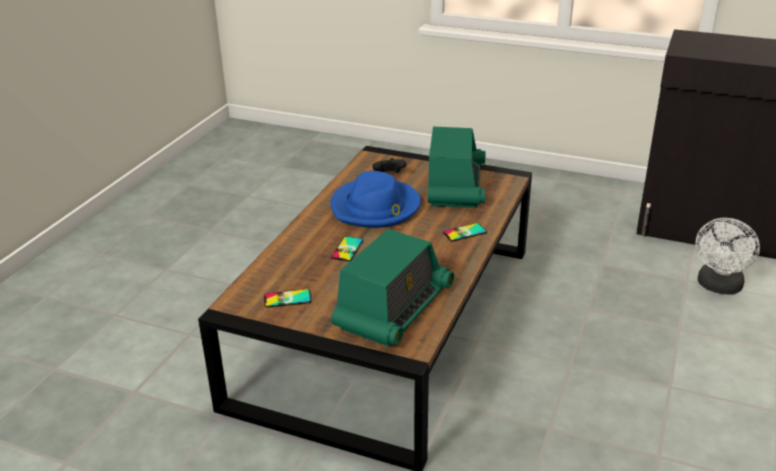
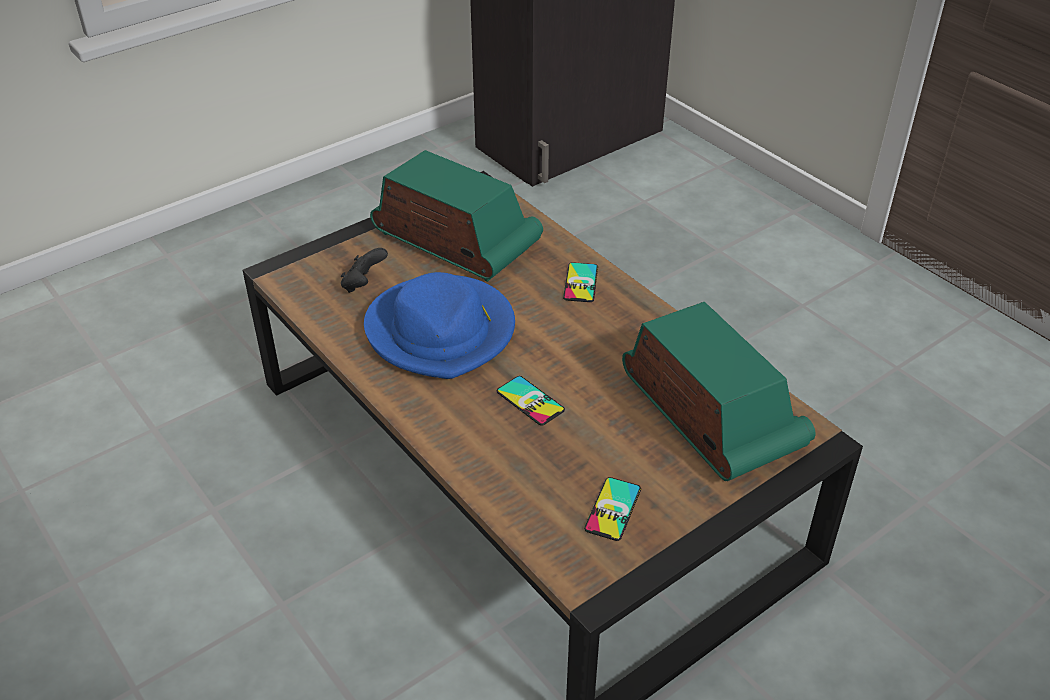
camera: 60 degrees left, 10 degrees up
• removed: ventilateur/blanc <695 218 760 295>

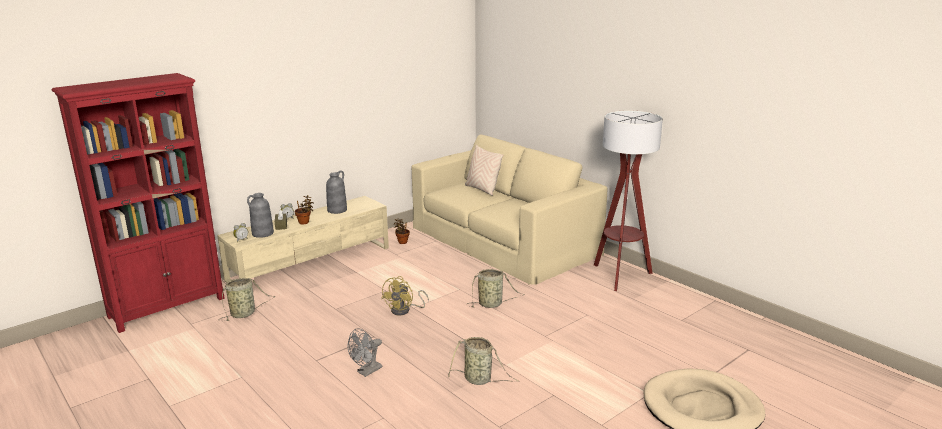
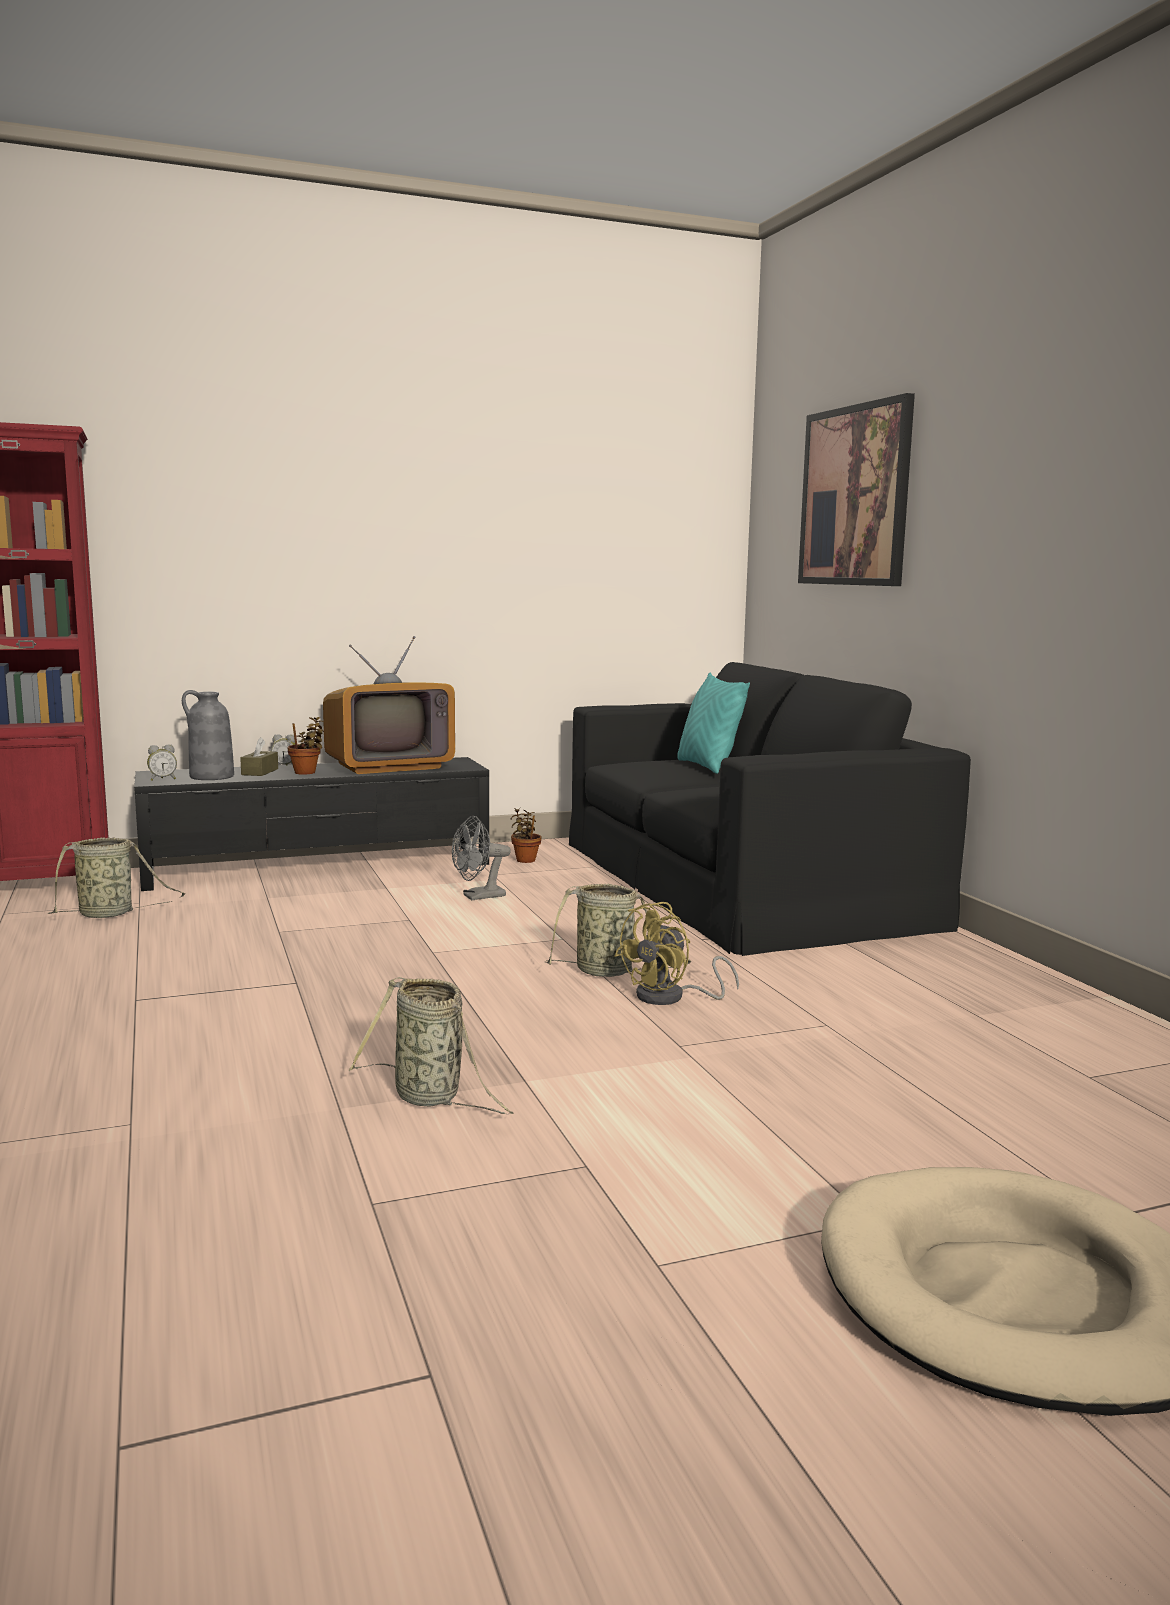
camera: 20 degrees right, 10 degrees down
• recoloured: meuble télé/beige <217 196 389 283> to meuble télé/noir <134 757 489 891>
• replaced: vase/gris <326 171 347 214> to téléviseur <323 636 455 774>
• moved: ventilateur/gris <348 328 382 377> to <452 816 511 900>
• moved: ventilateur/jaune <381 276 429 315> to <615 902 739 1005>
• recoloured: canapé/beige <412 135 607 285> to canapé/noir <569 662 971 956>
• recoloured: coussin/beige <465 145 504 196> to coussin/turquoise <677 673 750 774>
• removed: lampadaire <594 110 663 291>
• added: tableau <798 393 915 586>

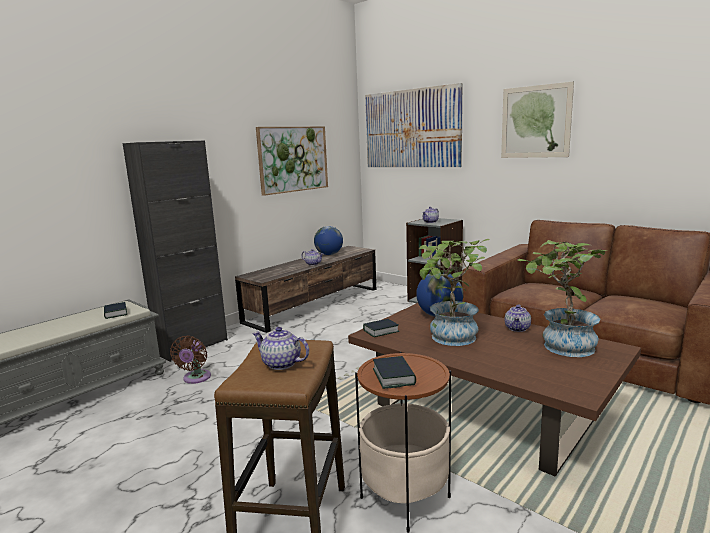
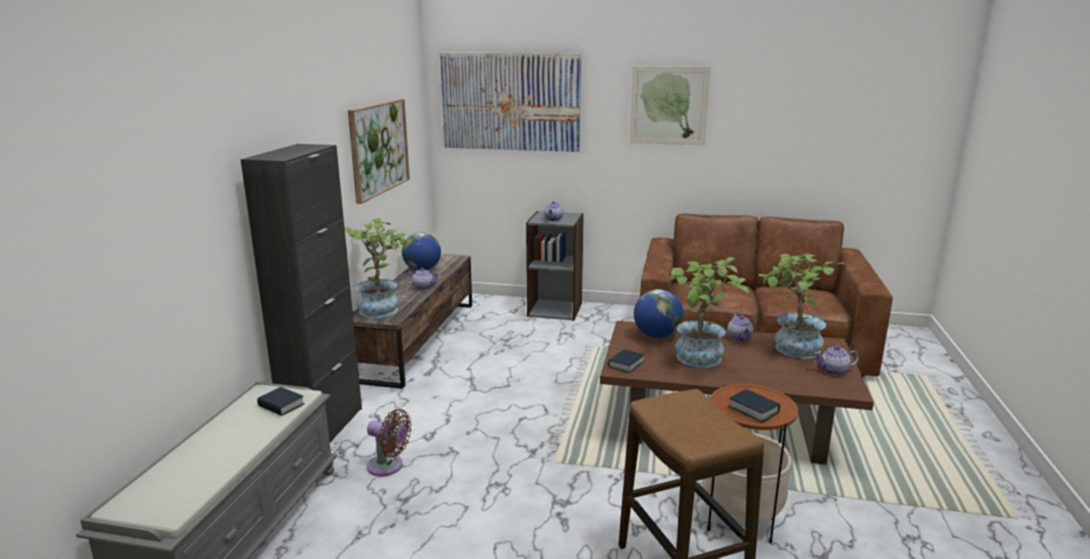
camera: 30 degrees left, 5 degrees up
• turned: ventilateur/marron <170 336 211 384> = <367 409 411 476> 45 degrees counterclockwise
• moved: théière <252 327 309 370> to <814 346 859 375>
• added: plante en pot <344 218 407 318>

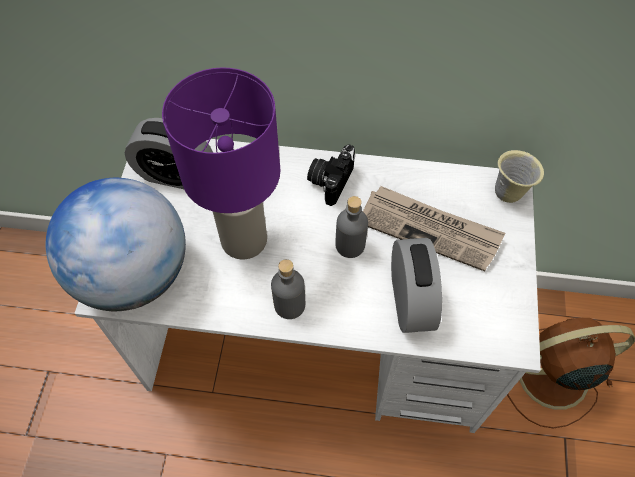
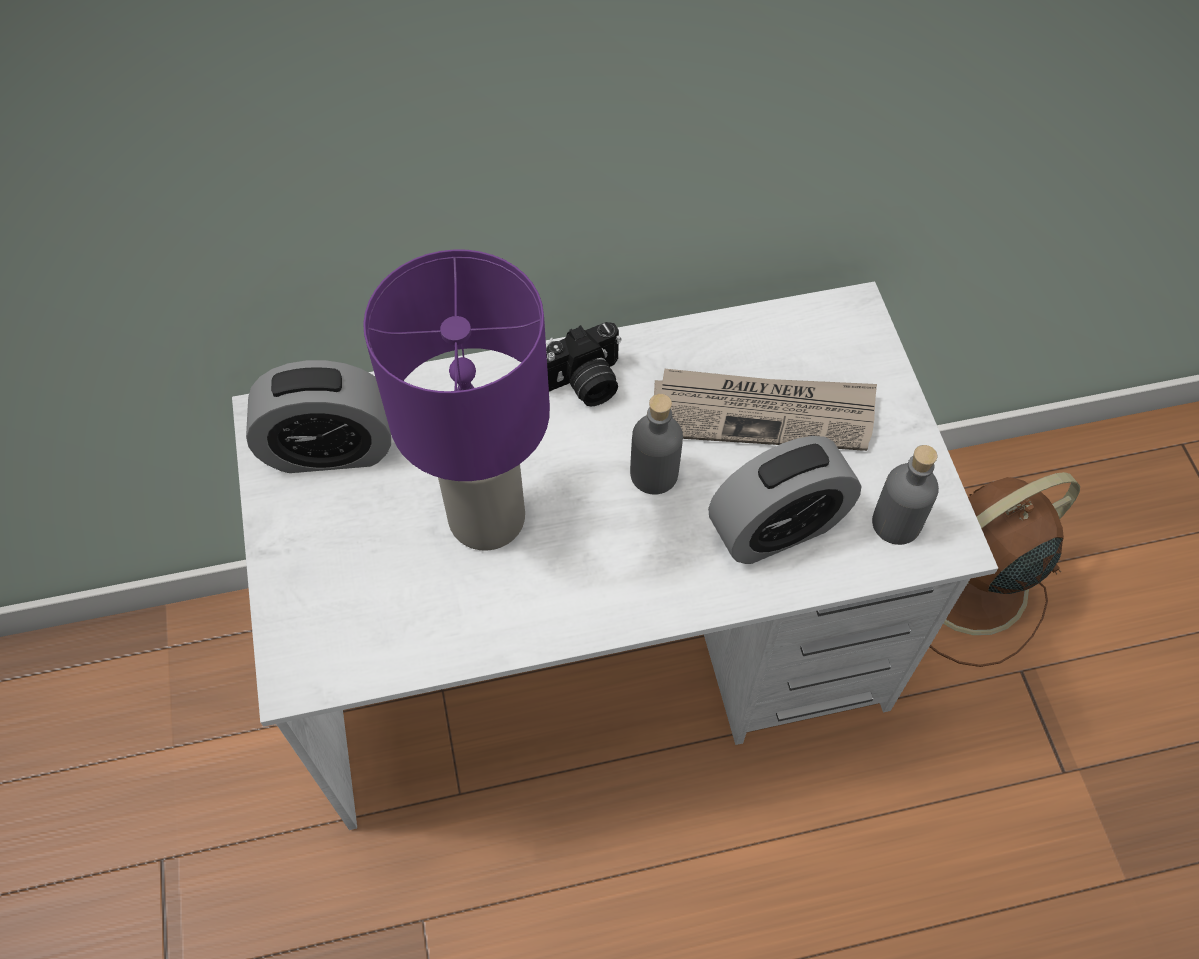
camera: 20 degrees left, 0 degrees up
• removed: globe <46 178 186 311>
• moved: bouteille/gris <271 259 305 319> to <872 445 939 545>
• turned: appareil photo <307 144 355 206> = <546 322 621 406> 120 degrees counterclockwise
• turned: réveil <391 238 442 333> = <708 436 862 564> 90 degrees clockwise
• removed: mug/beige <495 150 544 203>

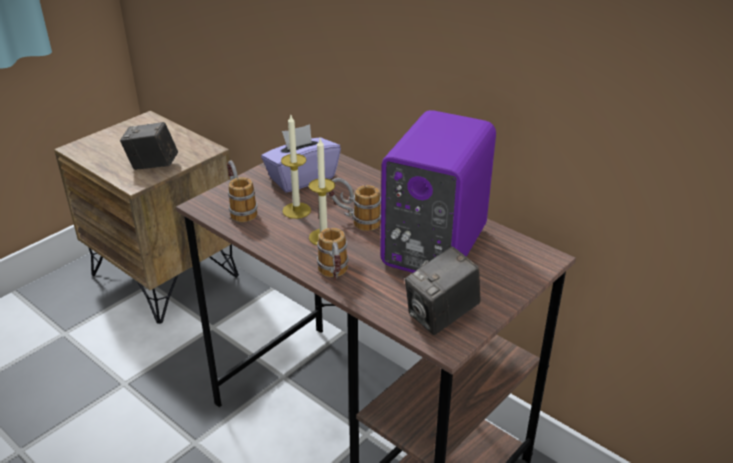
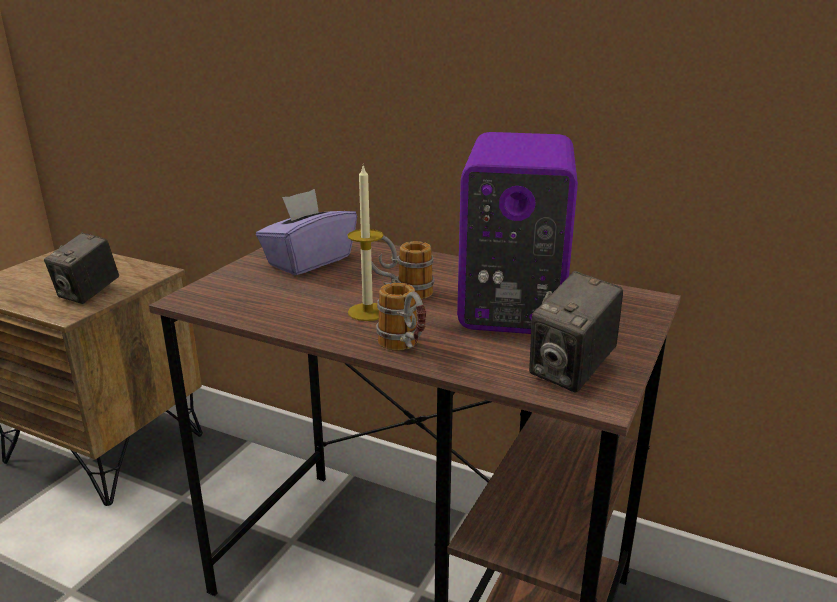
camera: 15 degrees left, 10 degrees down
• turned: appareil photo <120 122 178 170> = <44 233 119 304> 60 degrees counterclockwise
• removed: mug <227 160 257 222>
• removed: bougie <281 115 311 219>

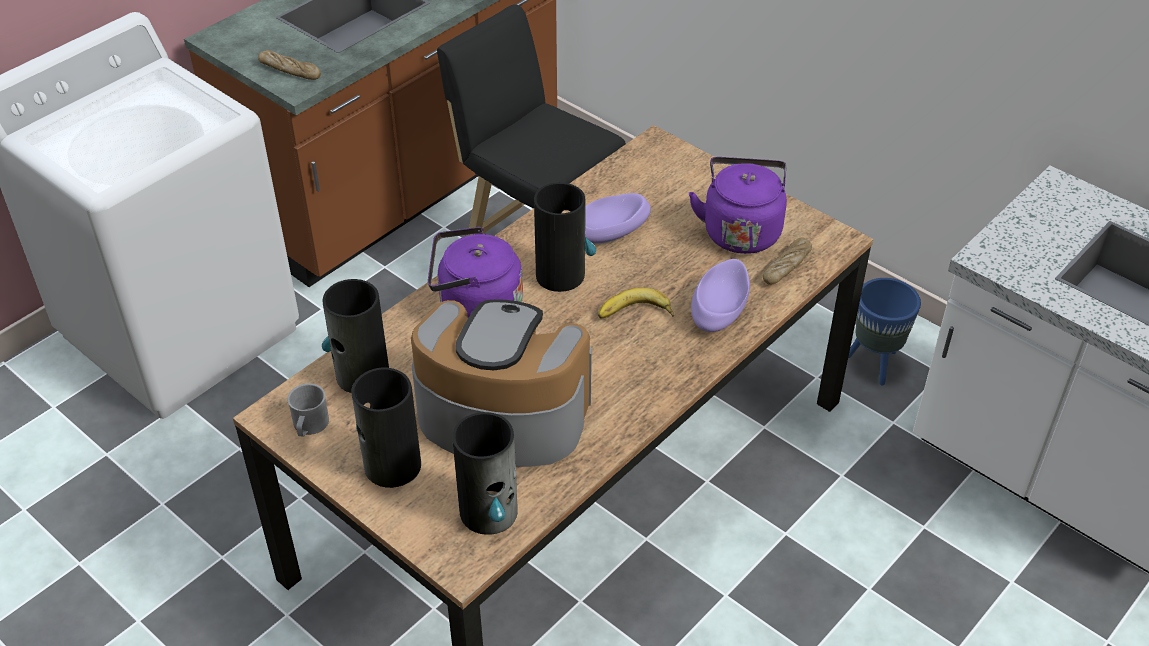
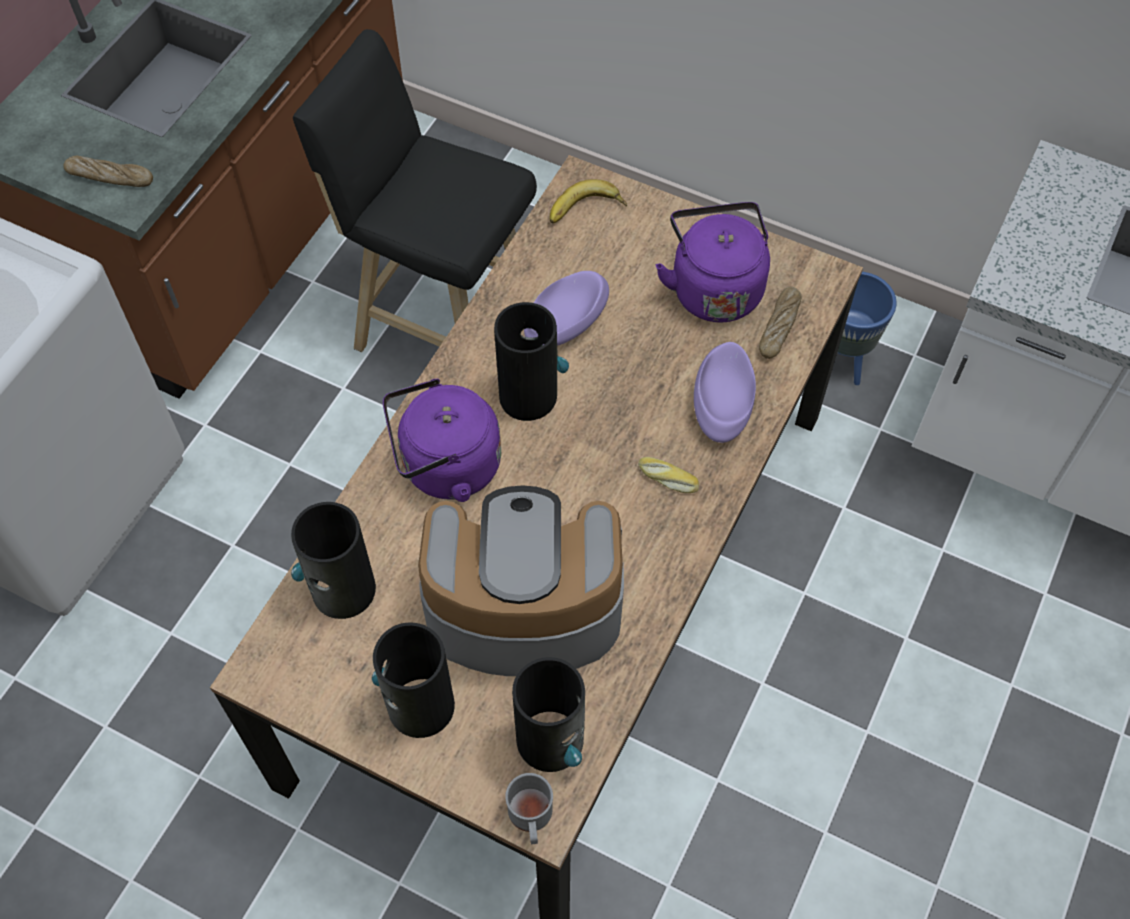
camera: 15 degrees left, 15 degrees up
• moved: mug/gris <287 383 329 437> to <505 773 553 844>
• moved: banane <598 287 674 318> to <550 179 627 224>
• added: pain <638 457 699 493>

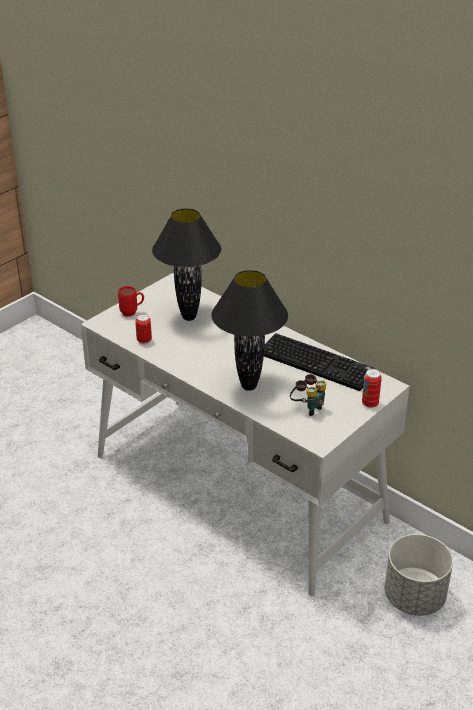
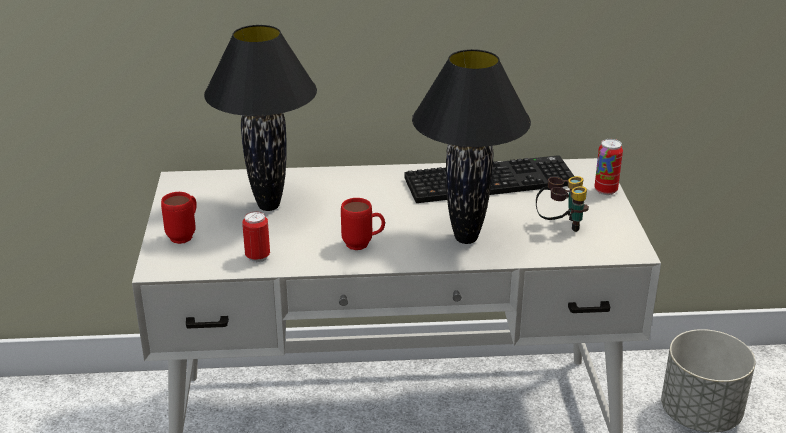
camera: 45 degrees left, 5 degrees down
• added: mug/rouge <341 198 385 250>

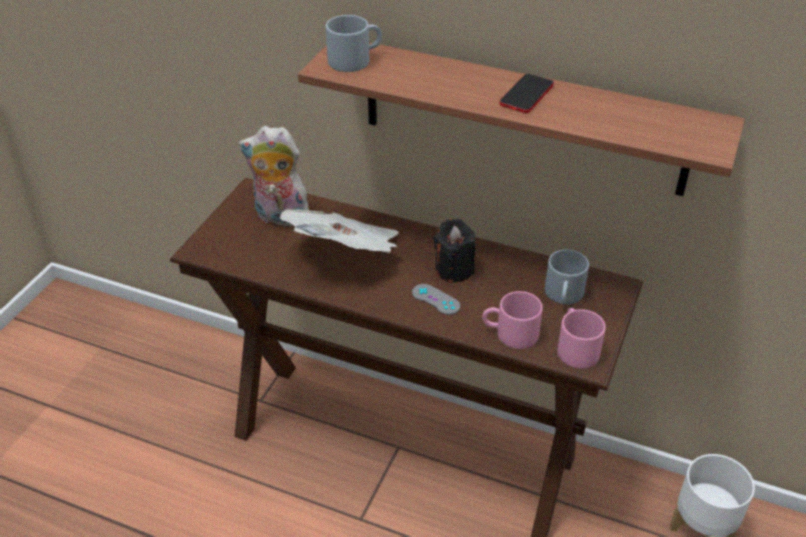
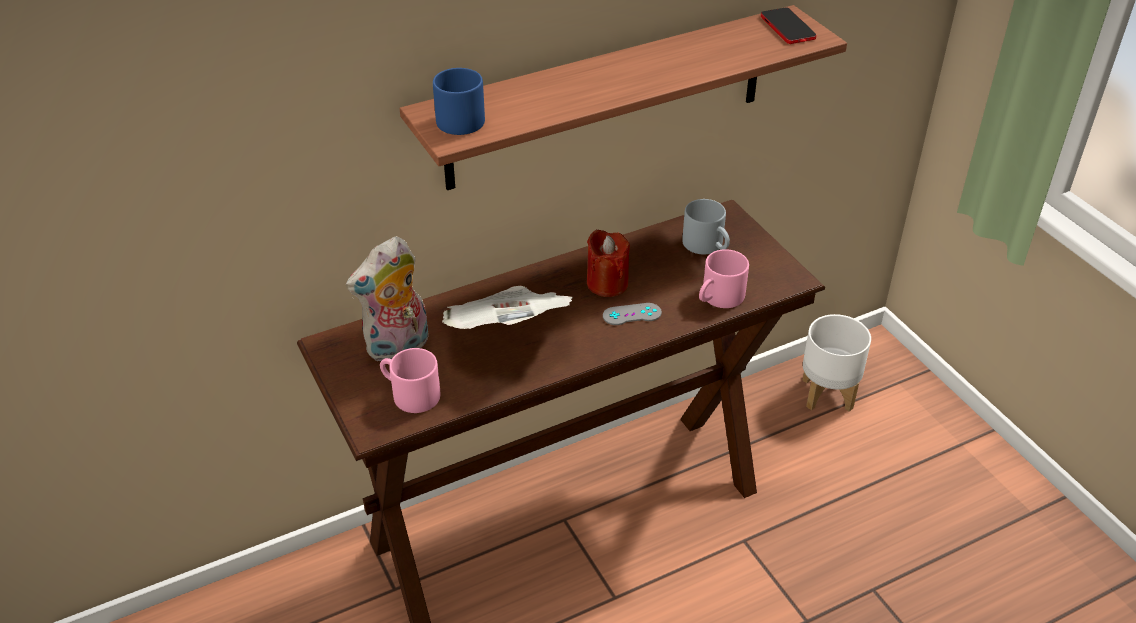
camera: 50 degrees left, 0 degrees up
• recoloured: mug/gris <326 15 382 72> to mug/bleu <433 68 485 135>
• recoloured: bougie/noir <434 219 476 283> to bougie/rouge <587 229 630 297>
• moved: téléphone <500 74 554 113> to <761 7 816 44>
• moved: mug/rose <557 308 606 369> to <380 348 441 413>

